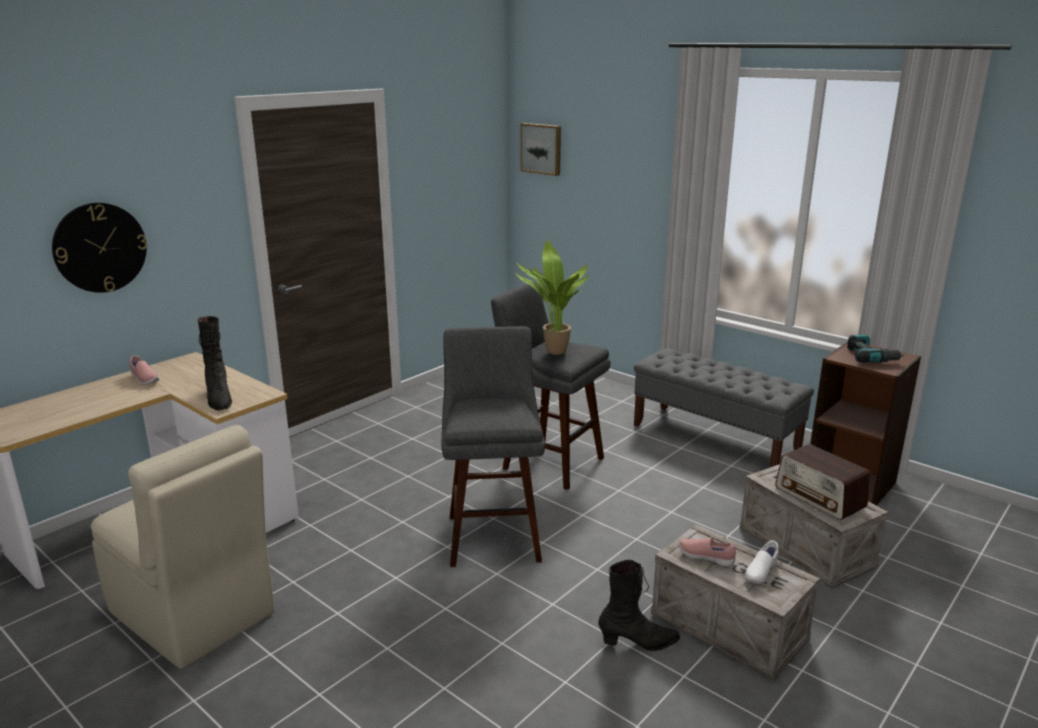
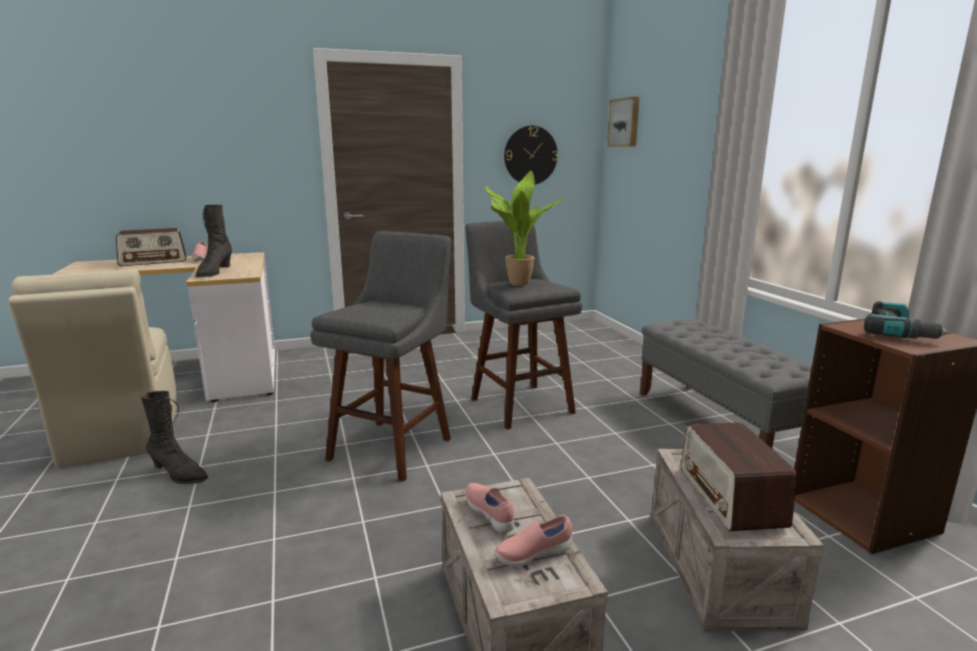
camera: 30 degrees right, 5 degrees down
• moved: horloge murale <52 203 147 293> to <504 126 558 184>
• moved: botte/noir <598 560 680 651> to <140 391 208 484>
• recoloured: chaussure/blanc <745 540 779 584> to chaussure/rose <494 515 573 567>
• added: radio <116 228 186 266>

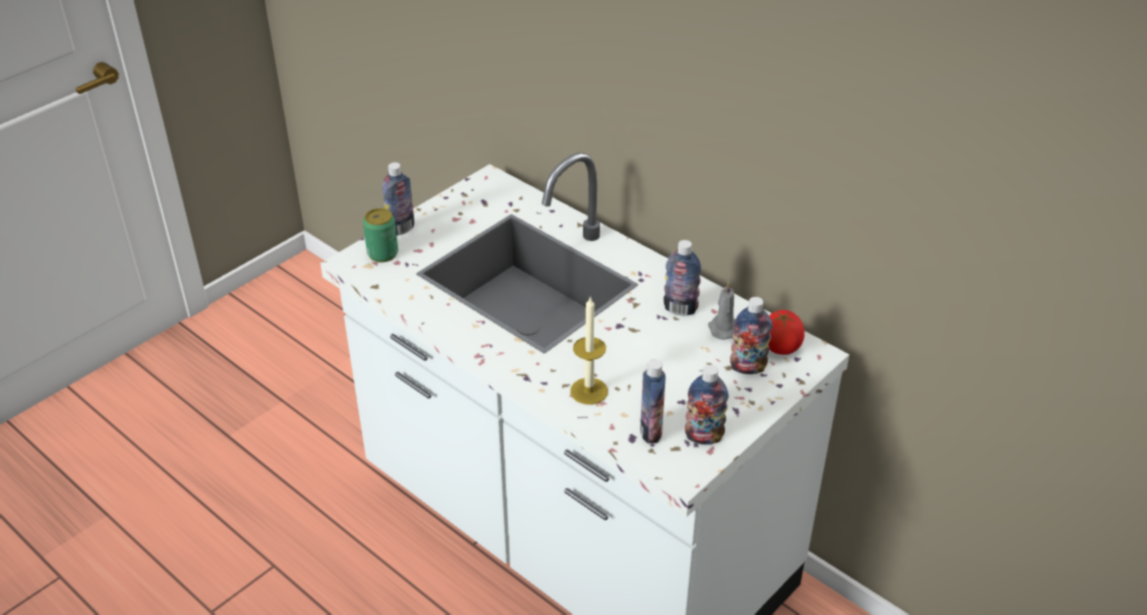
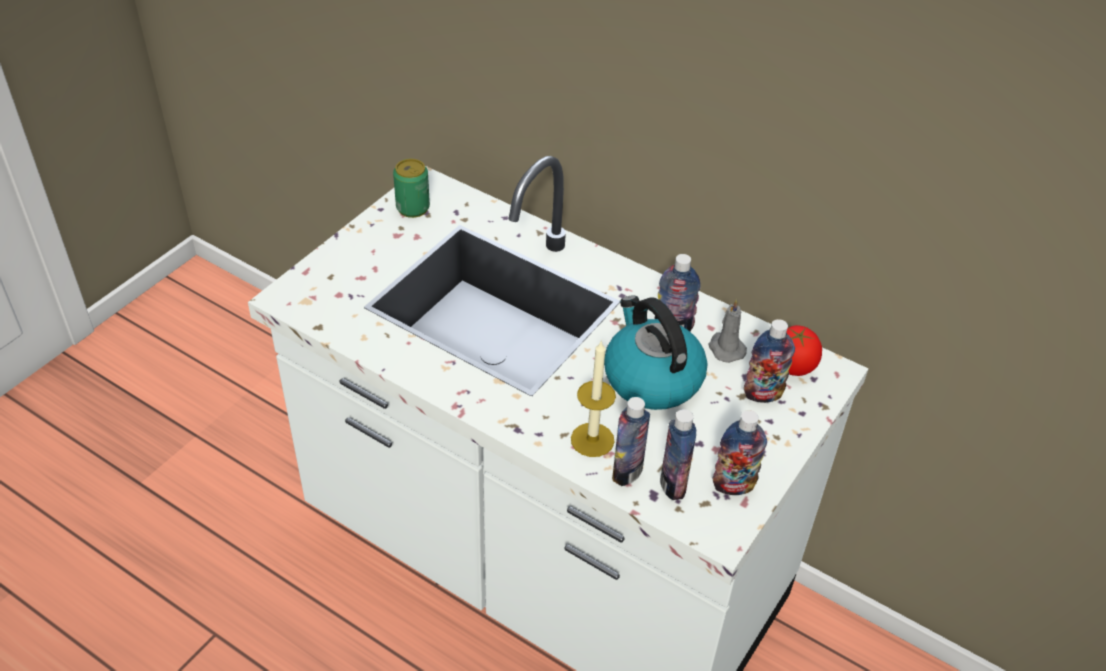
camera: 10 degrees left, 5 degrees up
• moved: boîte métallique <363 208 398 262> to <393 159 430 218>
• moved: bouteille <383 162 414 235> to <612 397 650 486>
• added: bouilloire <604 295 707 410>

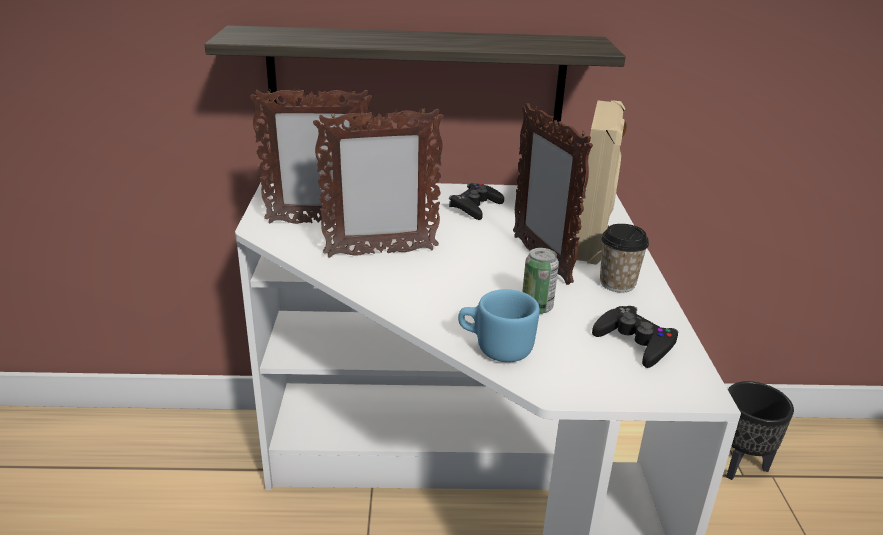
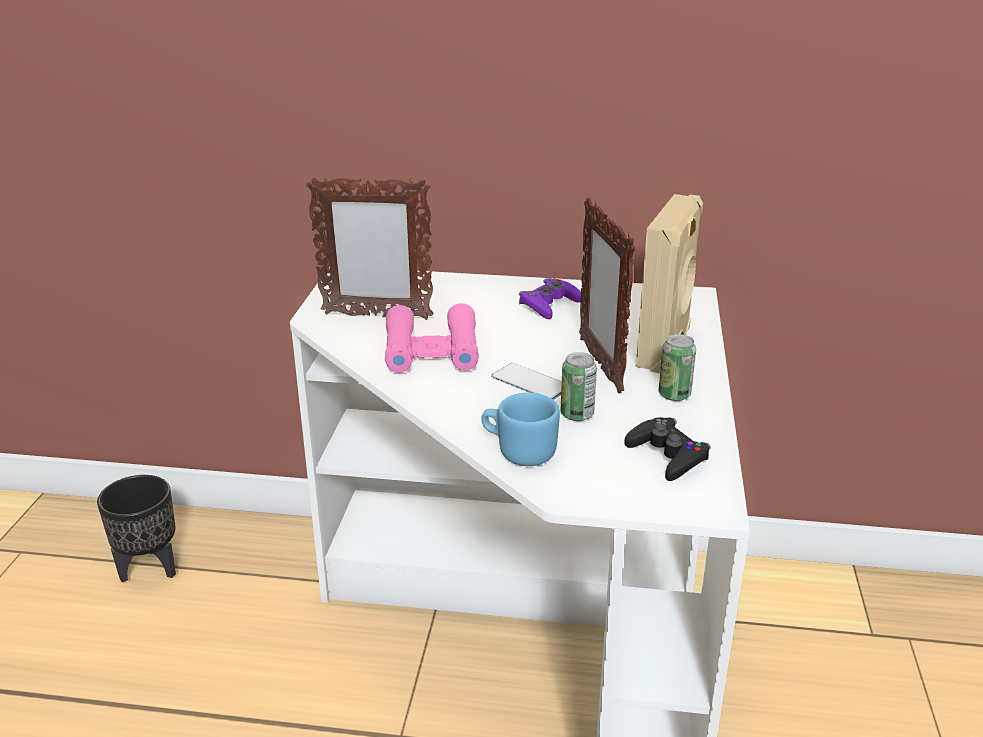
camera: 10 degrees right, 0 degrees up
• removed: étagère <205 25 625 122>
• replaced: cadre photo <313 107 444 258> to jumelles/rose <385 303 479 373>
• recoloured: manette/noir <449 183 504 220> to manette/violet <519 278 581 319>
• replaced: tasse <600 224 649 292> to boîte métallique <659 334 696 401>
• moved: cache-pot/noir <726 381 794 480> to <97 475 176 583>
• added: téléphone <491 363 562 400>

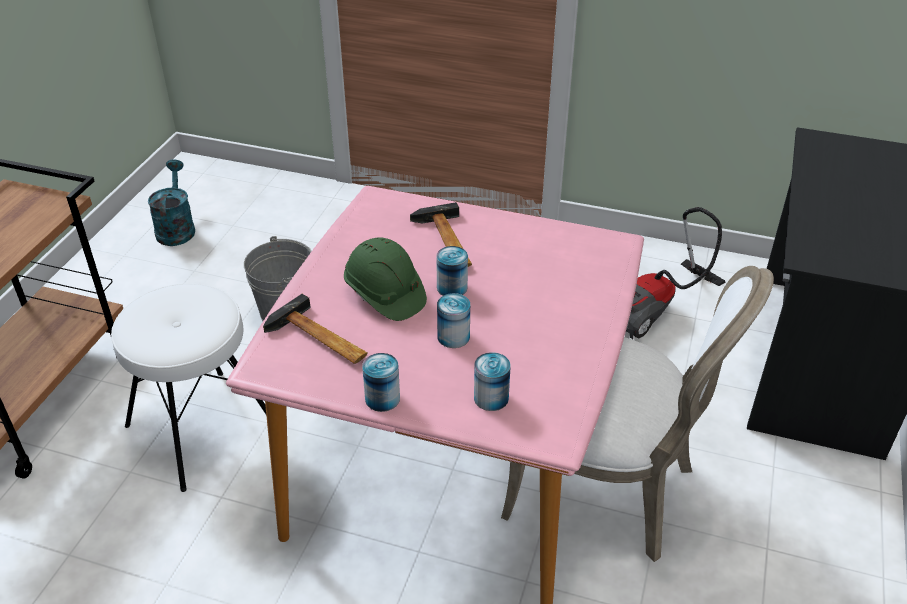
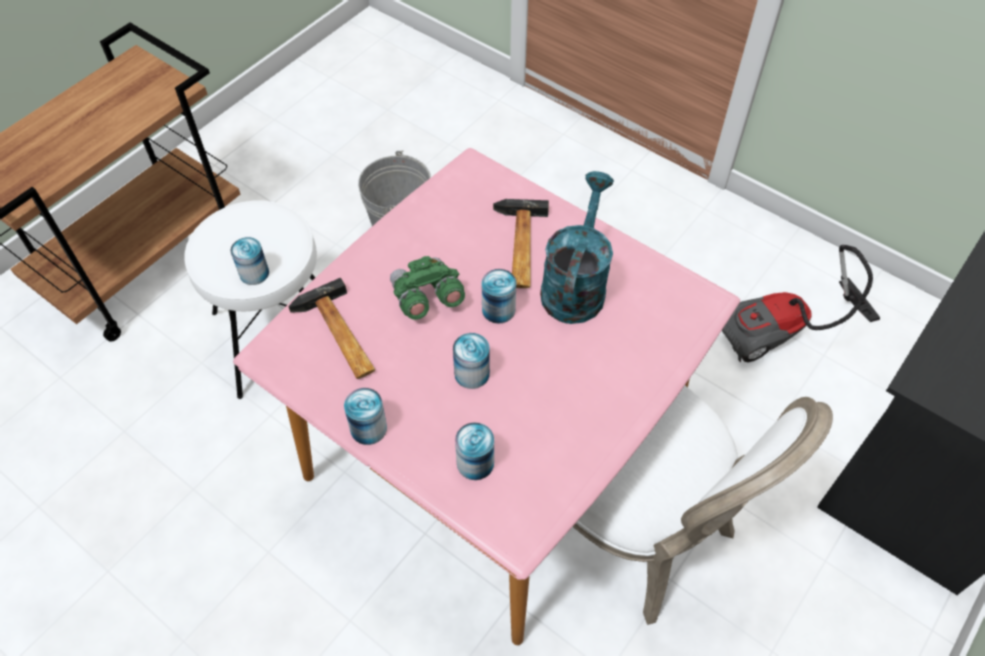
camera: 20 degrees right, 15 degrees up
• moved: arrosoir/turquoise <148 159 195 246> to <540 171 614 324>
• replaced: casque de chantier/vert <344 237 427 321> to jumelles/vert <390 256 465 320>
• added: boîte métallique <231 237 269 285>

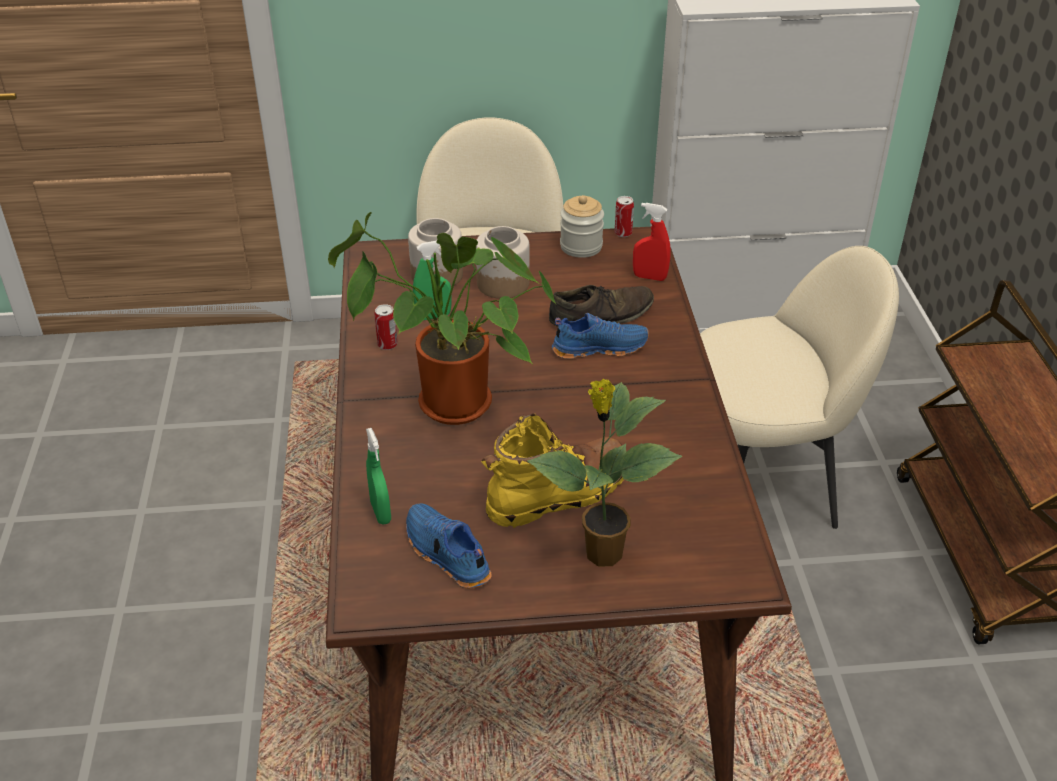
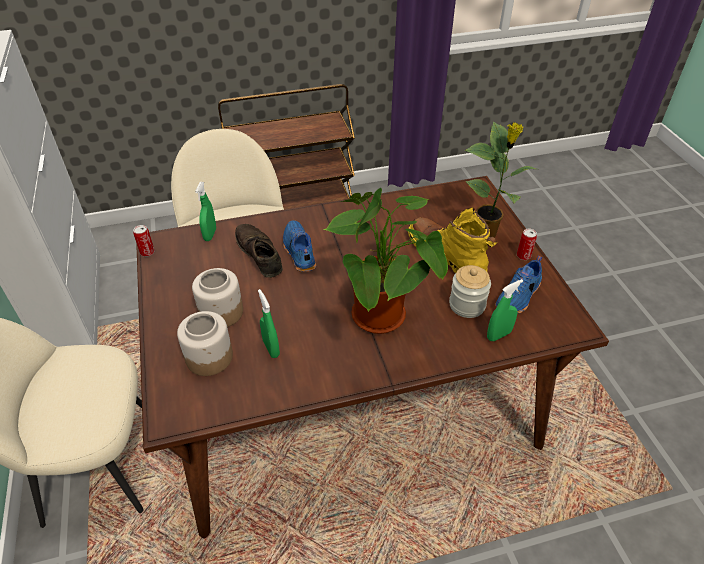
camera: 100 degrees left, 5 degrees up
• moved: boîte métallique <374 304 398 350> to <517 229 537 260>
• moved: bocal <560 195 604 258> to <449 265 491 318>
• recoloured: vaporisateur/rouge <633 203 671 281> to vaporisateur/vert <195 182 216 241>

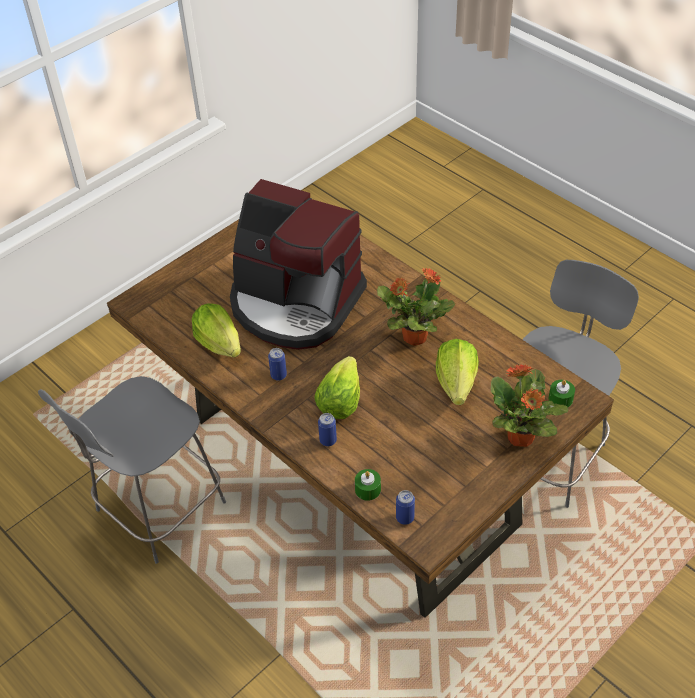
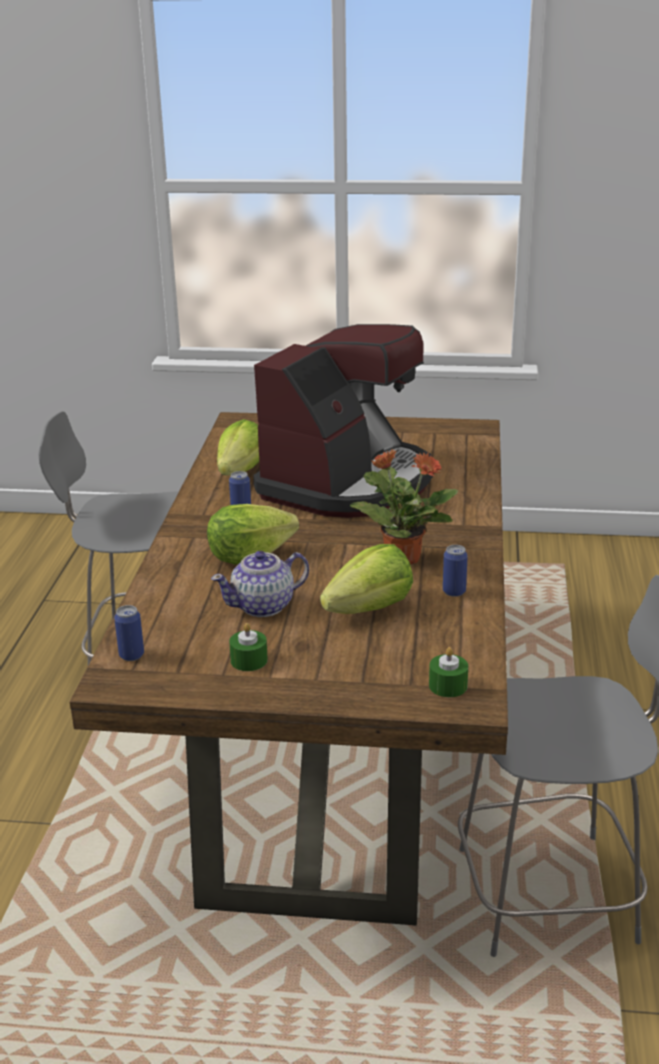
camera: 50 degrees right, 20 degrees down
• turned: machine à café <230 179 367 350> = <253 324 434 518> 135 degrees counterclockwise
• moved: boîte métallique <318 413 337 446> to <443 545 468 597>
• moved: bougie/vert <355 469 381 501> to <229 623 268 671>
• removed: plante en pot <491 364 569 447>
• added: théière <211 551 309 617>

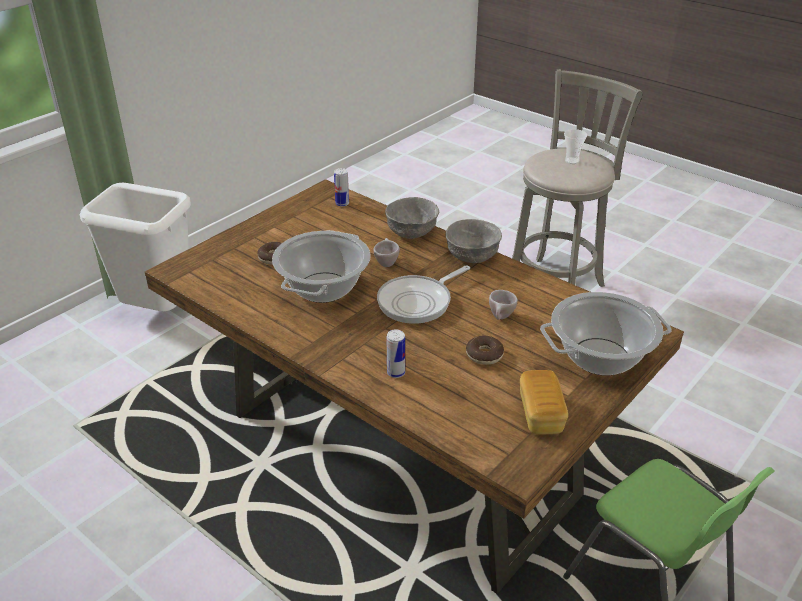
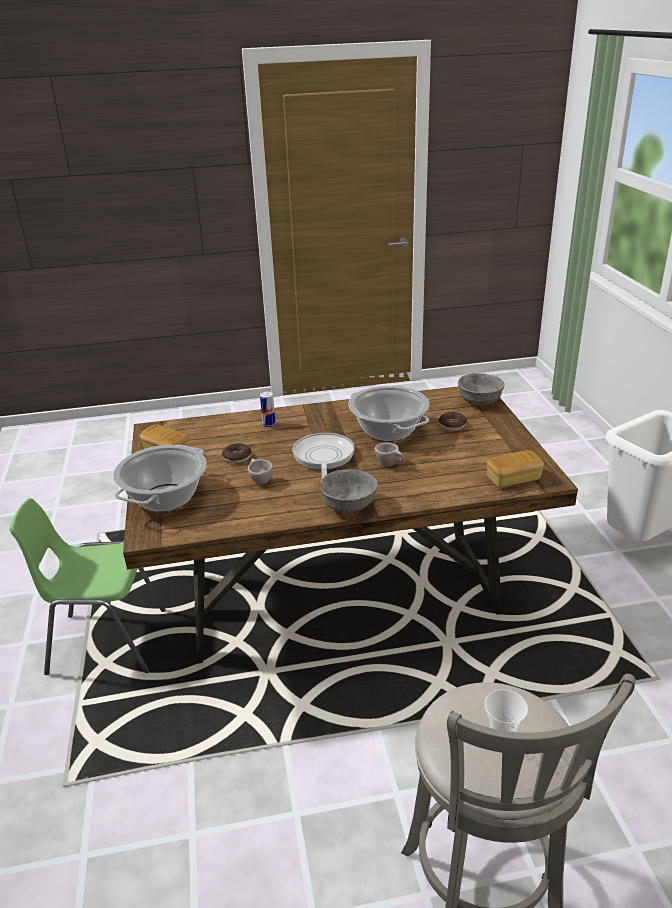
camera: 130 degrees right, 5 degrees down
• replaced: boîte métallique <334 168 349 207> to pain <487 450 544 488>
• moved: bol/gris <385 197 439 239> to <458 373 504 405>

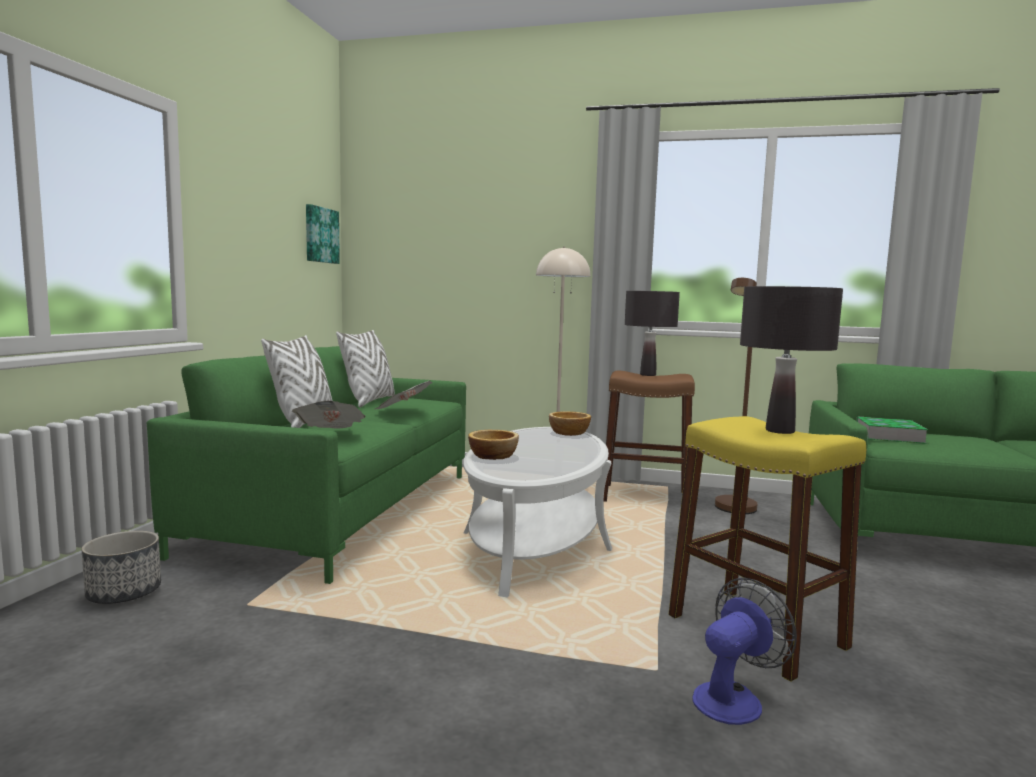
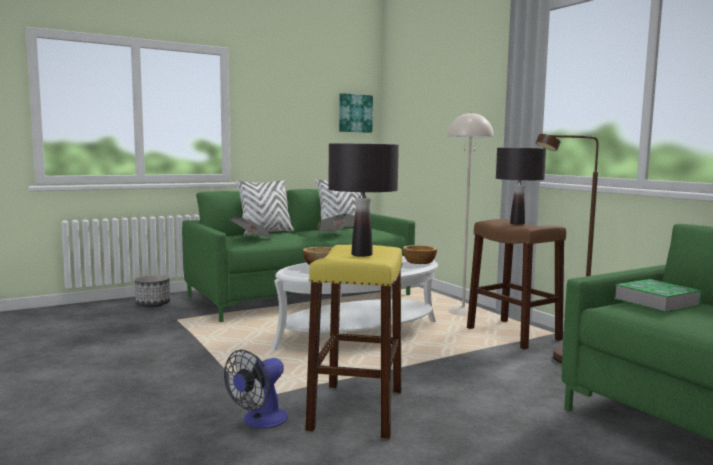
camera: 45 degrees right, 0 degrees up
• turned: ventilateur <693 578 797 725> = <224 350 288 429> 120 degrees clockwise

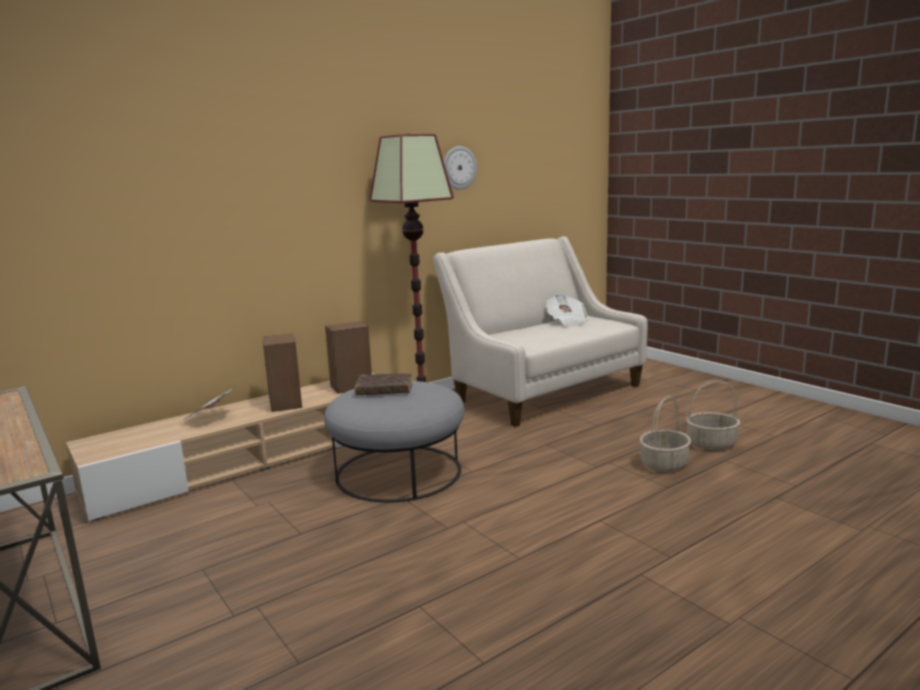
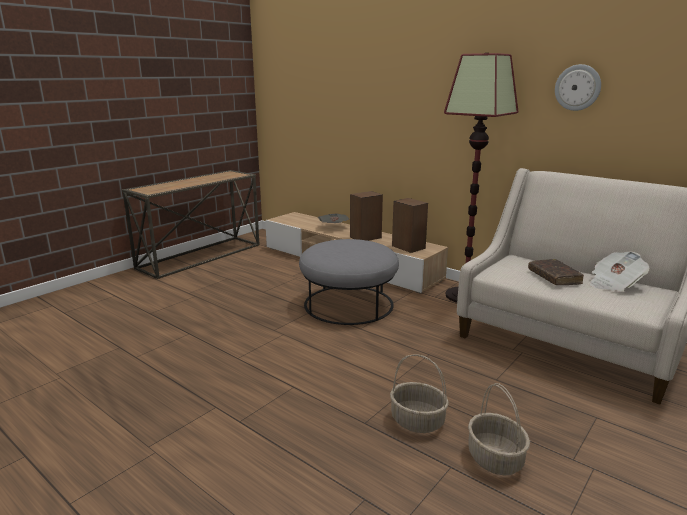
camera: 75 degrees right, 5 degrees up
• moved: livre/marron <355 373 413 395> to <528 259 584 285>

